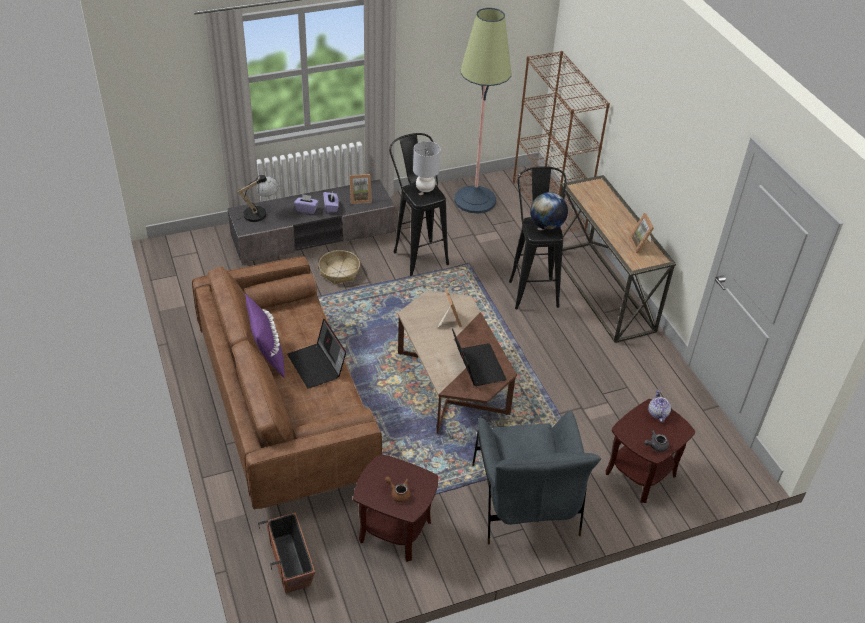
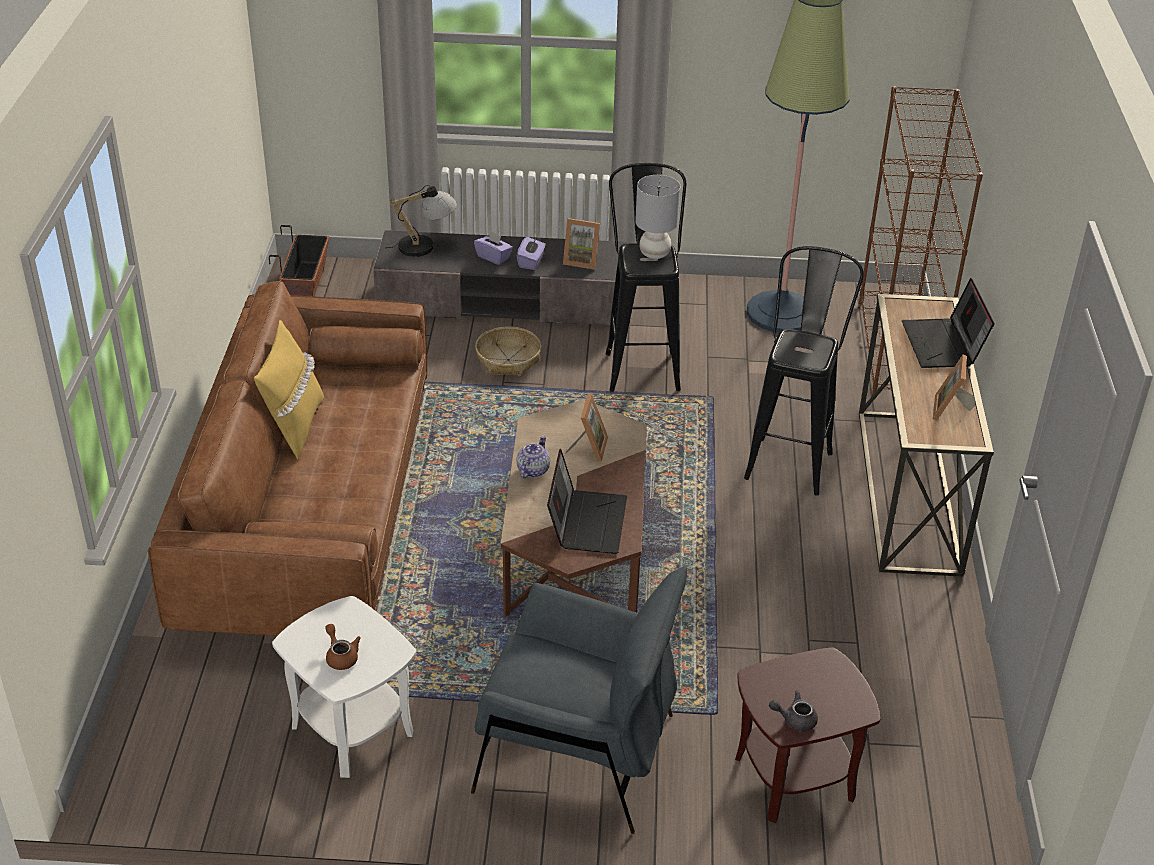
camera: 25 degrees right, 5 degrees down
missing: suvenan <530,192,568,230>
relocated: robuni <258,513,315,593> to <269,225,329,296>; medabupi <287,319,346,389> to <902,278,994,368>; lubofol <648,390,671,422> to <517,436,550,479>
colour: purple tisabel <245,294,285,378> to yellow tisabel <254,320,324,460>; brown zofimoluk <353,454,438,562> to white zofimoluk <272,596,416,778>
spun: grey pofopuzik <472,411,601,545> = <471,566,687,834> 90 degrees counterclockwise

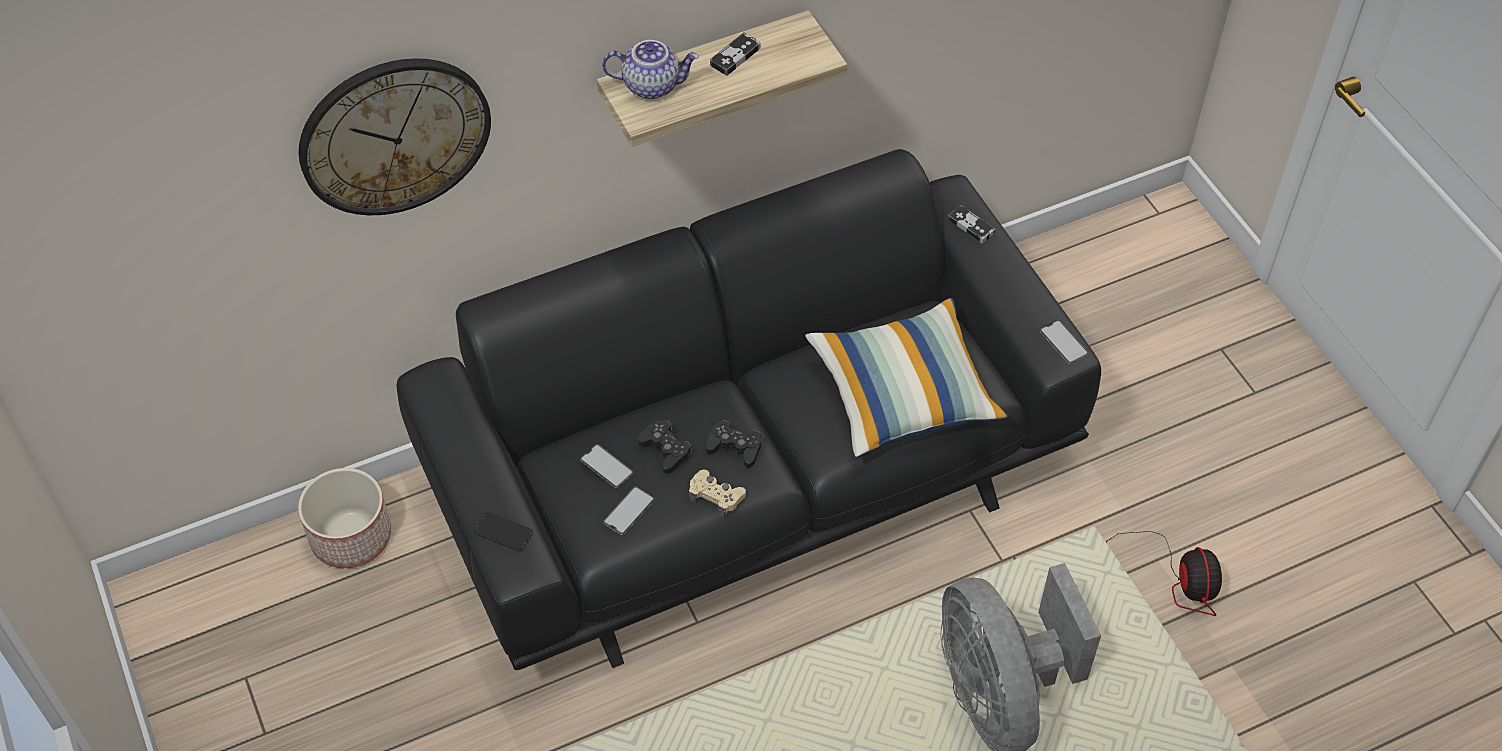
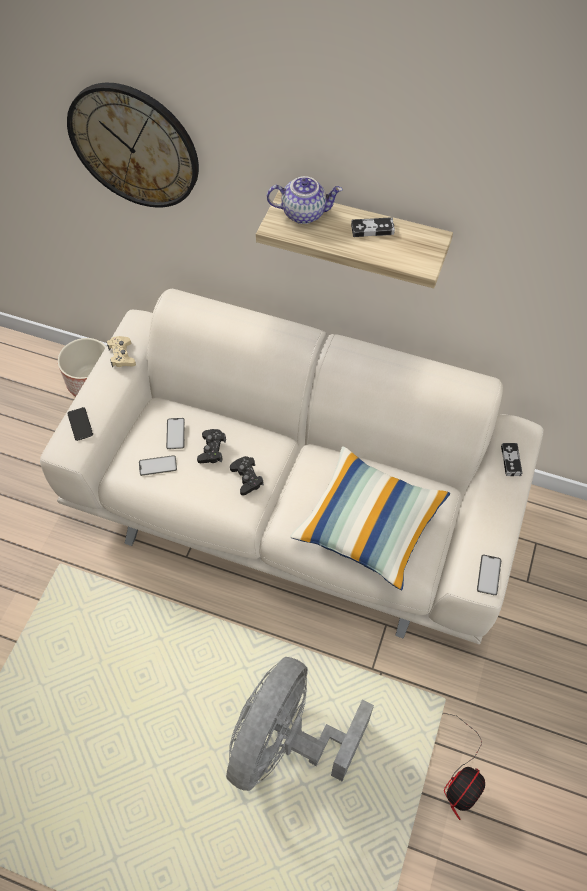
camera: 45 degrees right, 5 degrees up
relocated: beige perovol <689,470,746,517> to <107,336,136,368>
colour: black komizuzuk <397,149,1101,670> to beige komizuzuk <40,289,543,644>
spun: lubofol <602,40,699,99> = <267,176,343,224> 45 degrees counterclockwise

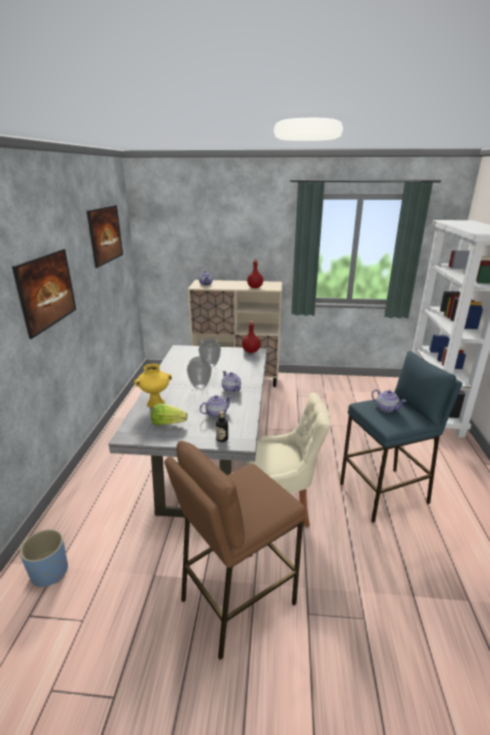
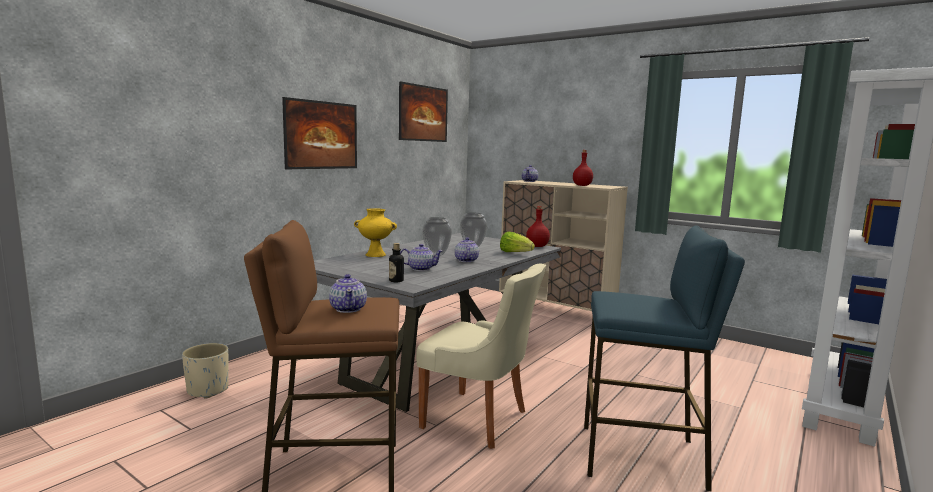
camera: 30 degrees right, 15 degrees down
relocated: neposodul <151,403,188,425> to <500,232,535,252>; lubofol <372,389,406,412> to <329,274,367,313>
colour: blue robuni <20,529,68,587> to beige robuni <182,343,229,399>

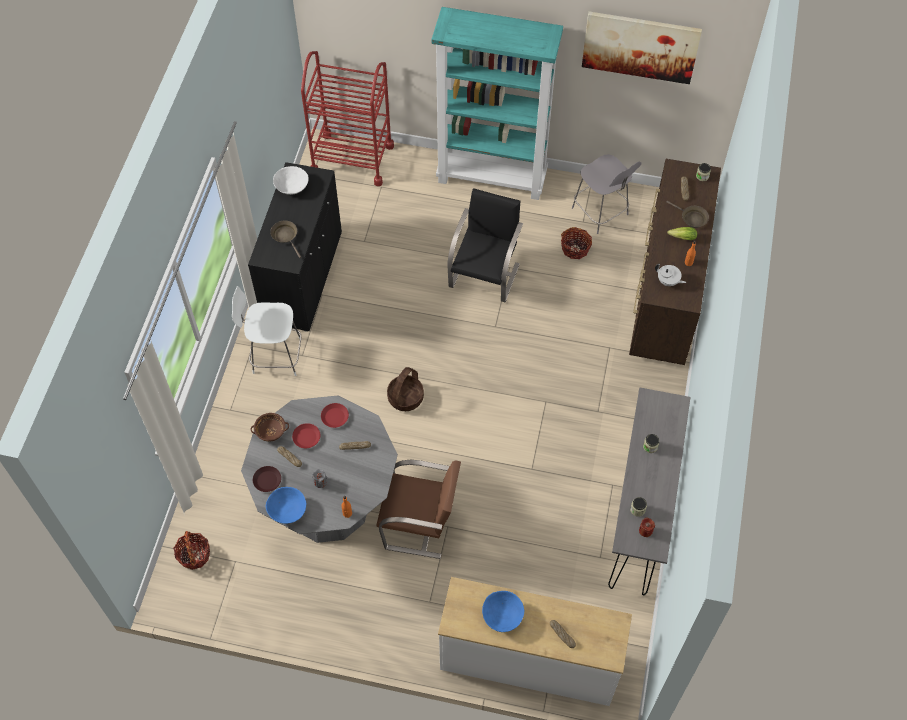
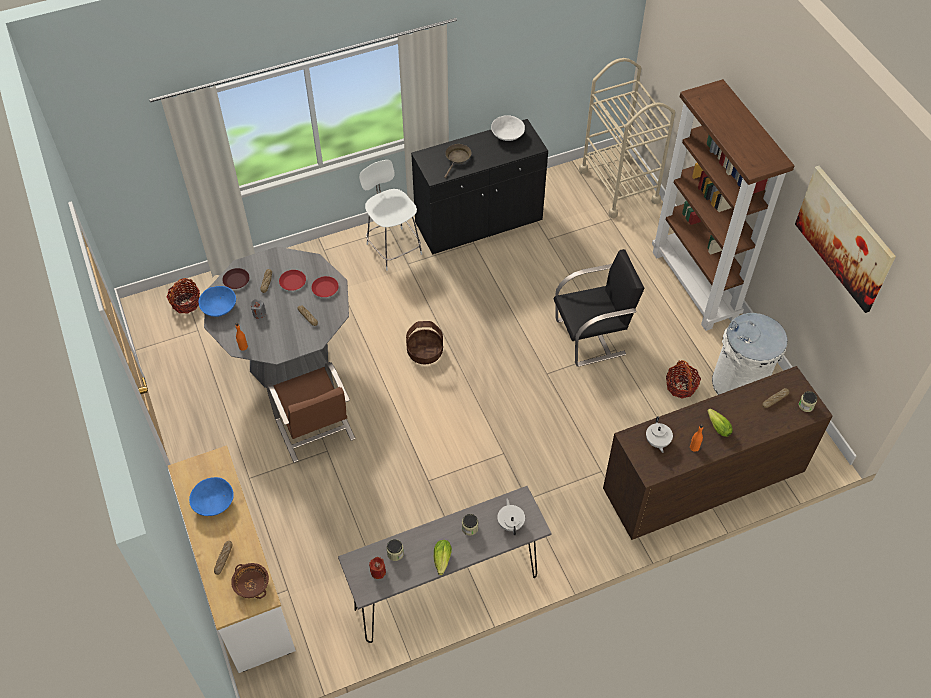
camera: 55 degrees right, 5 degrees down
missing: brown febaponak <667,201,709,228>
appeared: neposodul <434,540,452,575>; white lubofol <497,498,525,535>
relocated: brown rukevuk <250,413,289,442> to <231,563,269,599>
exchanged: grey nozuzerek <572,154,641,234> to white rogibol <712,313,788,395>
colour: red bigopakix <301,51,394,186> to beige bigopakix <579,58,675,218>; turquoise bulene <432,7,563,200> to brown bulene <652,79,794,331>

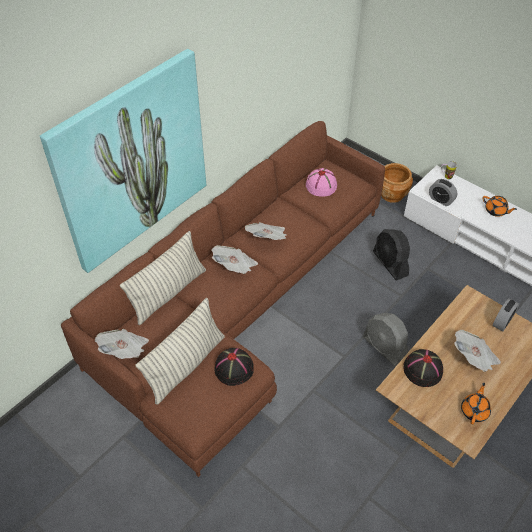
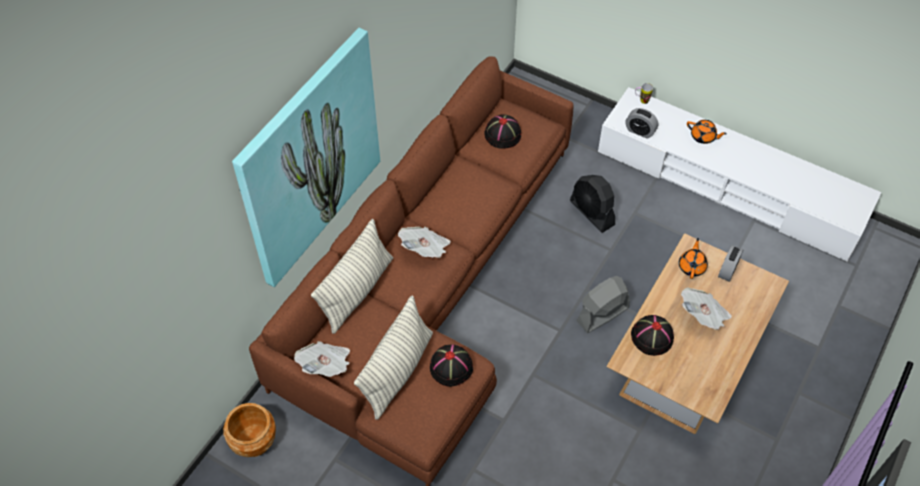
camera: 10 degrees left, 5 degrees up
missing: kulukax <245,222,287,240>
relocated: brown robuni <381,163,413,203> to <223,403,276,457>; orange lubofol <461,383,491,424> to <679,238,708,279>
colour: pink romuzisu <306,168,337,197> to black romuzisu <484,114,521,149>
spun: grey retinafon <363,313,409,367> = <576,276,630,333> 105 degrees clockwise

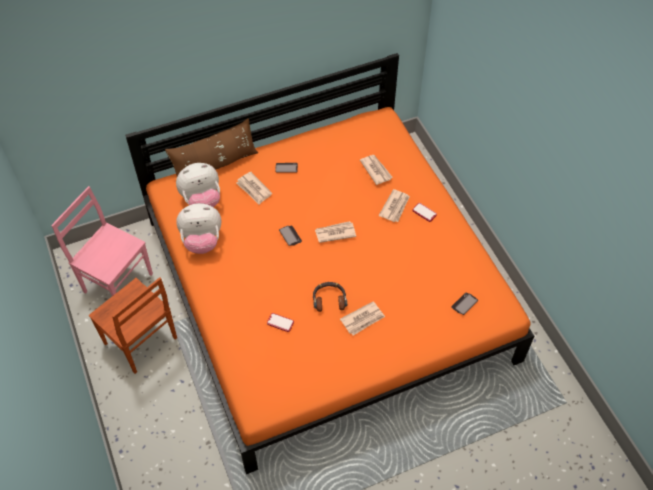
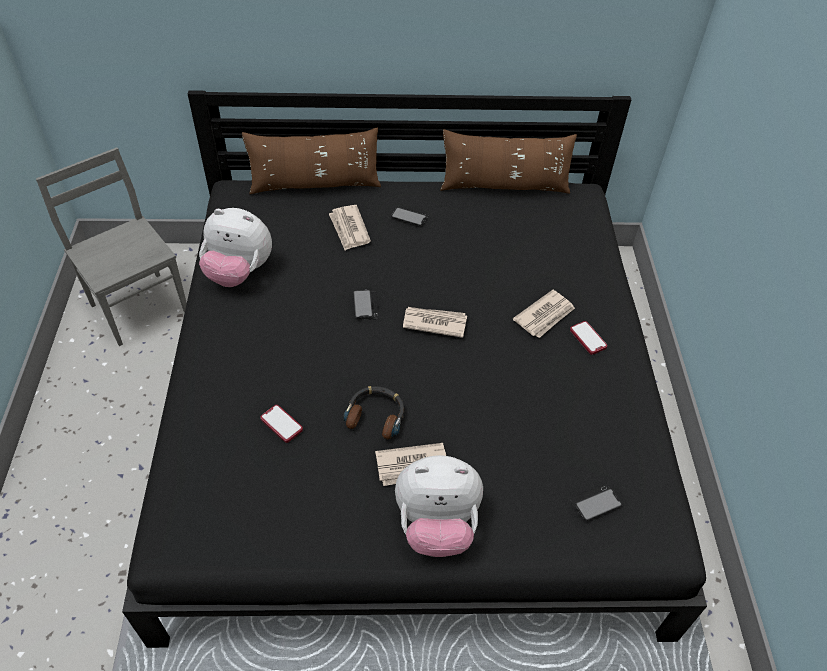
camera: 20 degrees right, 5 degrees down
missing: brown nozuzerek <88,277,177,374>; kulukax <360,155,393,185>
appeared: brown tisabel <440,129,577,194>
relocated: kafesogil <176,163,220,207> to <395,455,483,557>
colour: pink nozuzerek <51,186,153,296> to grey nozuzerek <36,147,187,346>; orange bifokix <125,53,534,474> to black bifokix <122,90,707,648>

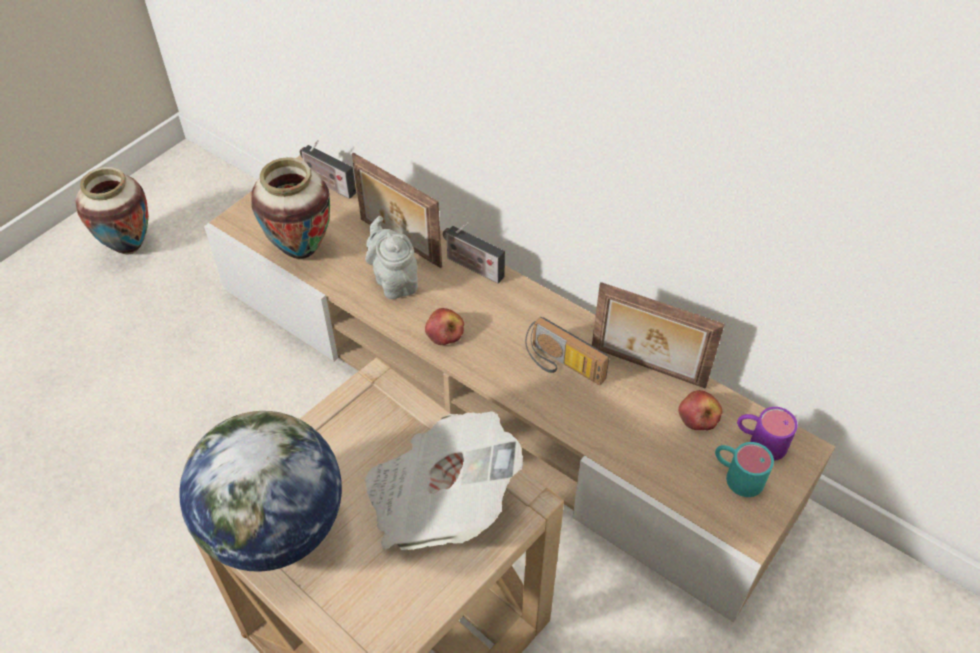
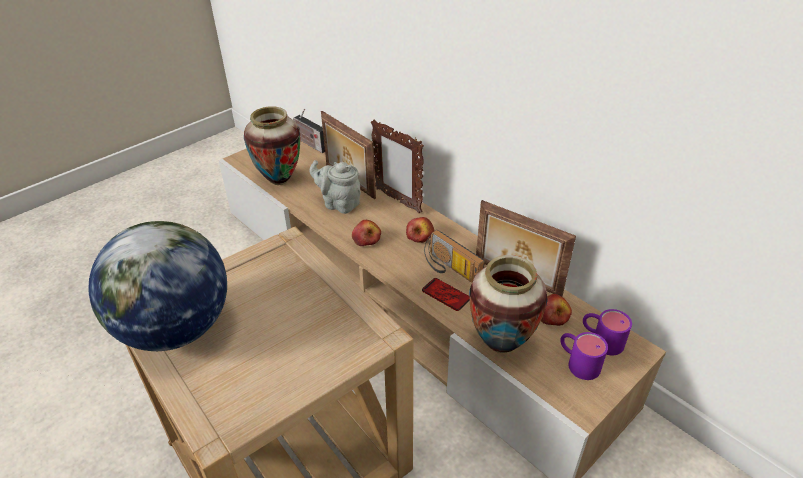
camera: 10 degrees right, 10 degrees down
missing: kulukax <365,411,523,550>
appeared: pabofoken <406,217,434,243>; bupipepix <422,278,470,311>
relocated: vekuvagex <75,167,149,255> to <469,255,548,353>
exchanged: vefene <443,222,505,283> to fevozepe <371,119,424,213>
colour: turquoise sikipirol <715,442,774,497> to purple sikipirol <560,332,608,380>
spun: grey lubofol <365,216,418,299> = <309,160,361,214> 45 degrees counterclockwise

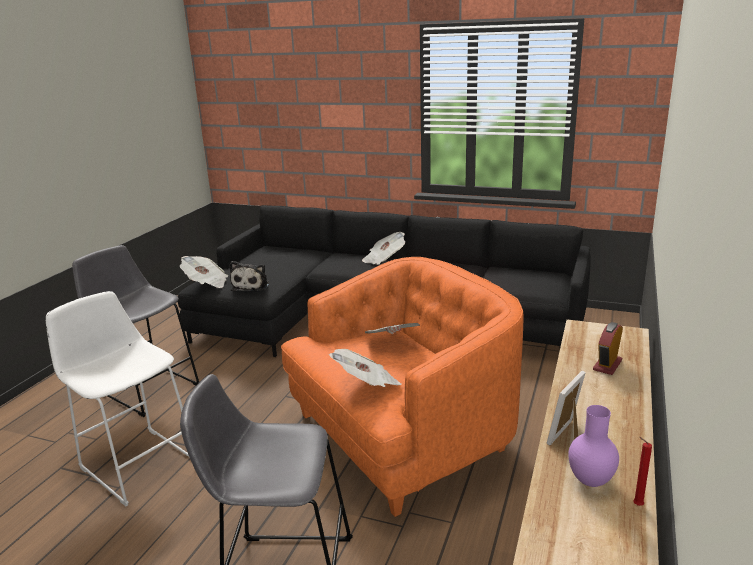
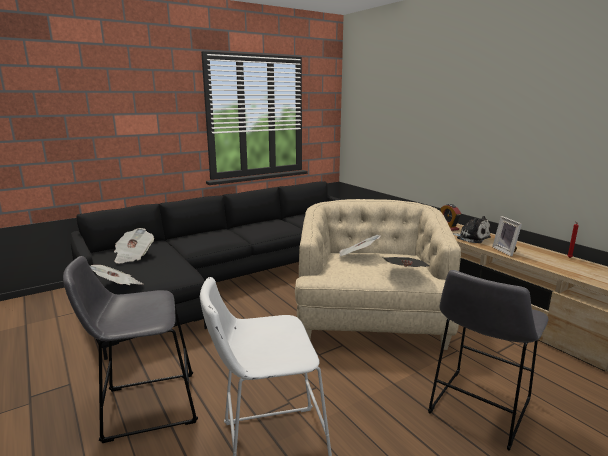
camera: 55 degrees left, 5 degrees down
missing: purple vekuvagex <568,405,619,487>
relocated: kafesogil <229,261,269,291> to <453,216,491,243>; kulukax <362,232,405,265> to <114,228,154,263>
colour: orange pofopuzik <281,257,524,517> to beige pofopuzik <295,199,461,350>

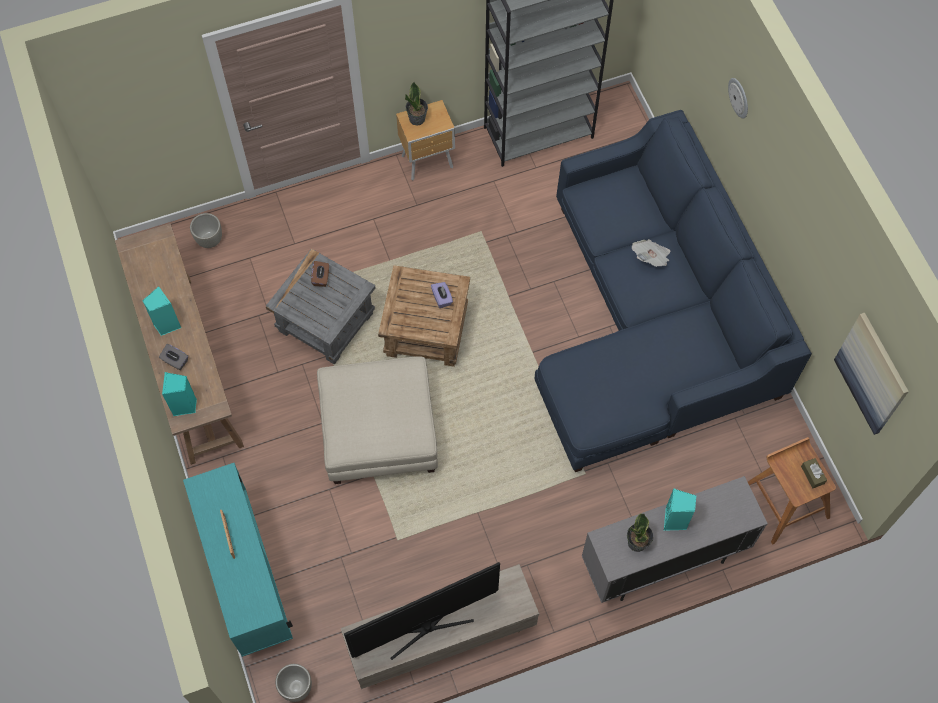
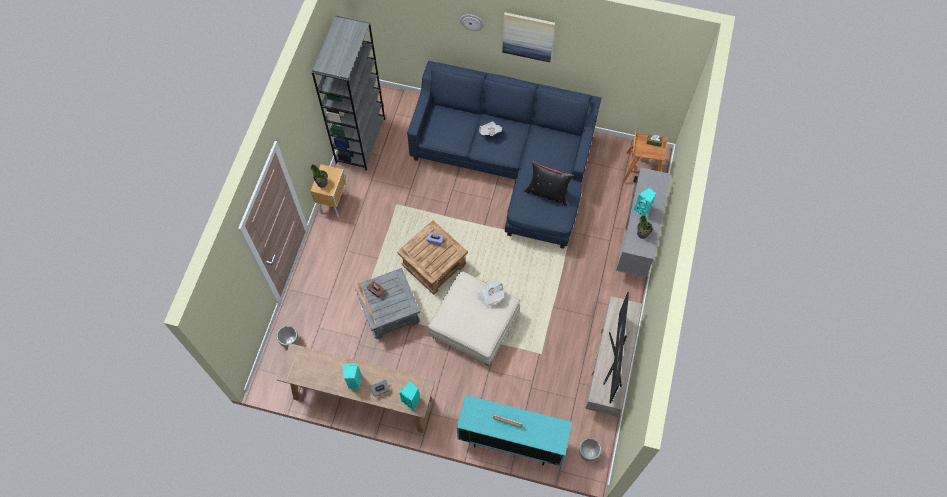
camera: 55 degrees left, 0 degrees up
appeared: kulukax <476,279,505,307>; black tisabel <524,161,574,206>
relocated: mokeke <834,313,909,435> to <502,12,555,62>

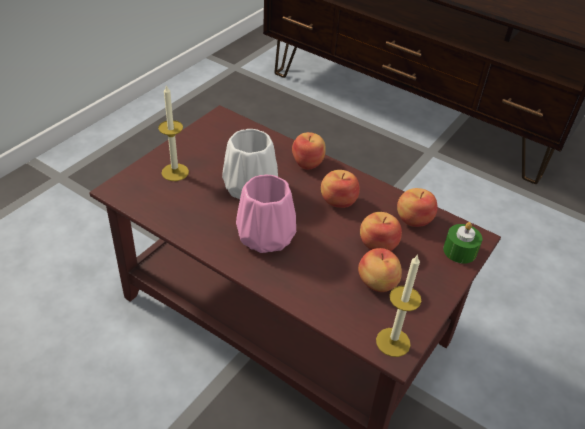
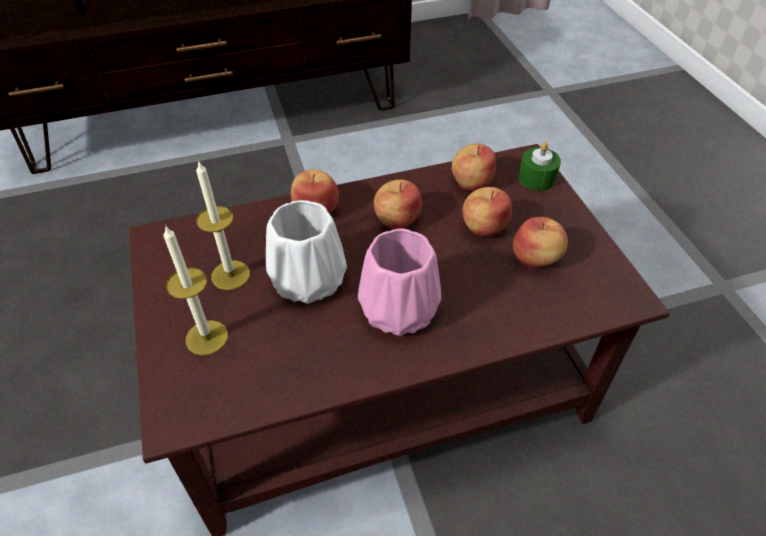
camera: 50 degrees left, 5 degrees up
relocated: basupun <376,254,421,357> to <196,160,250,290>

